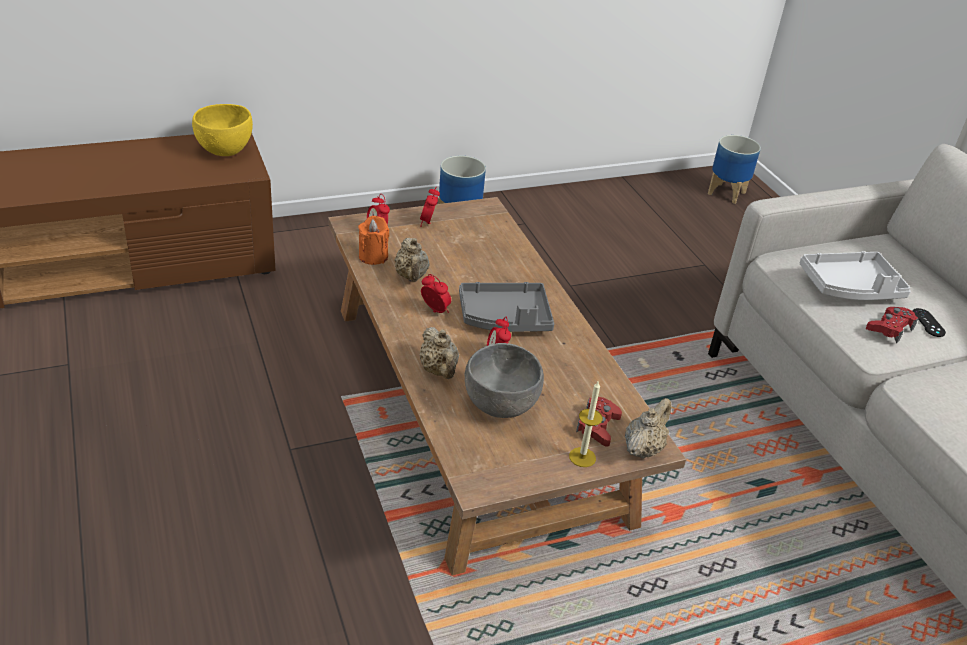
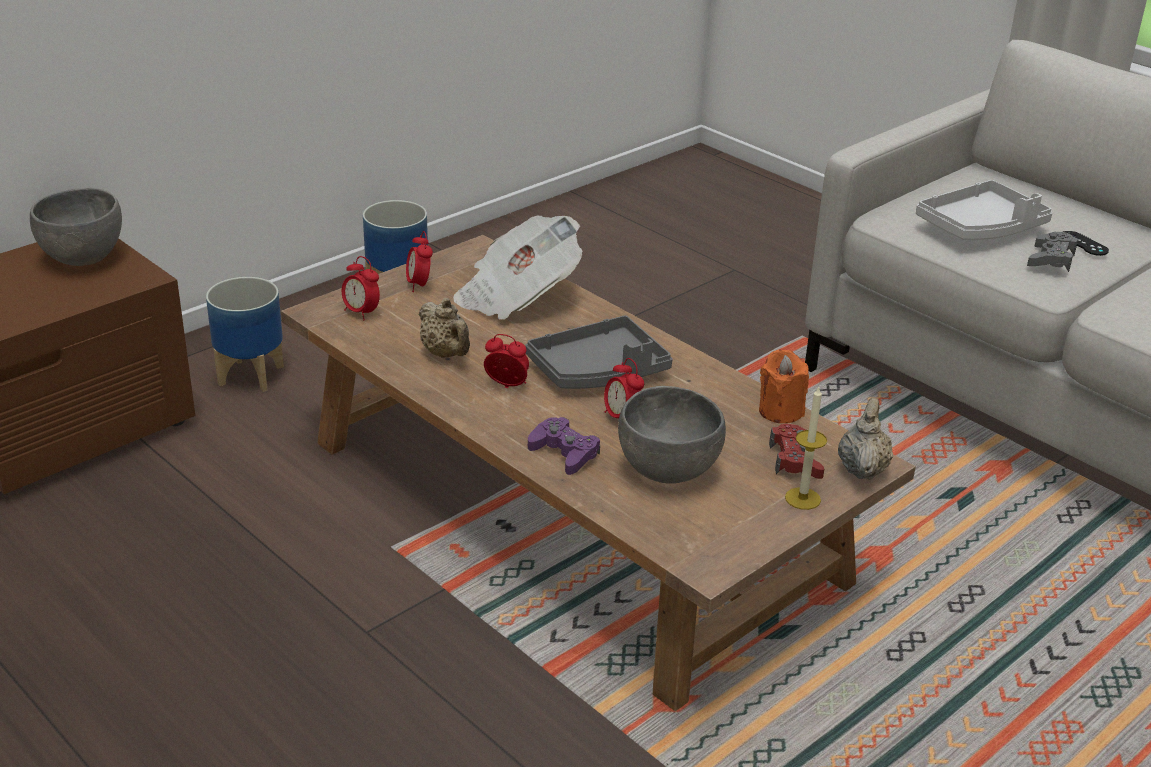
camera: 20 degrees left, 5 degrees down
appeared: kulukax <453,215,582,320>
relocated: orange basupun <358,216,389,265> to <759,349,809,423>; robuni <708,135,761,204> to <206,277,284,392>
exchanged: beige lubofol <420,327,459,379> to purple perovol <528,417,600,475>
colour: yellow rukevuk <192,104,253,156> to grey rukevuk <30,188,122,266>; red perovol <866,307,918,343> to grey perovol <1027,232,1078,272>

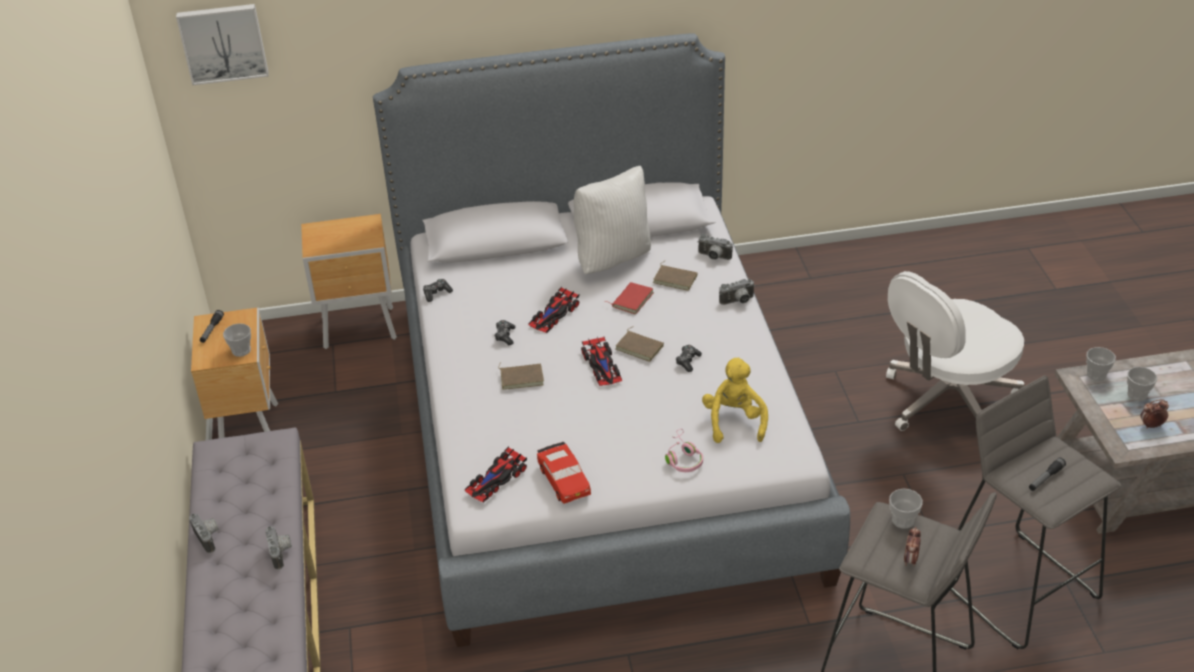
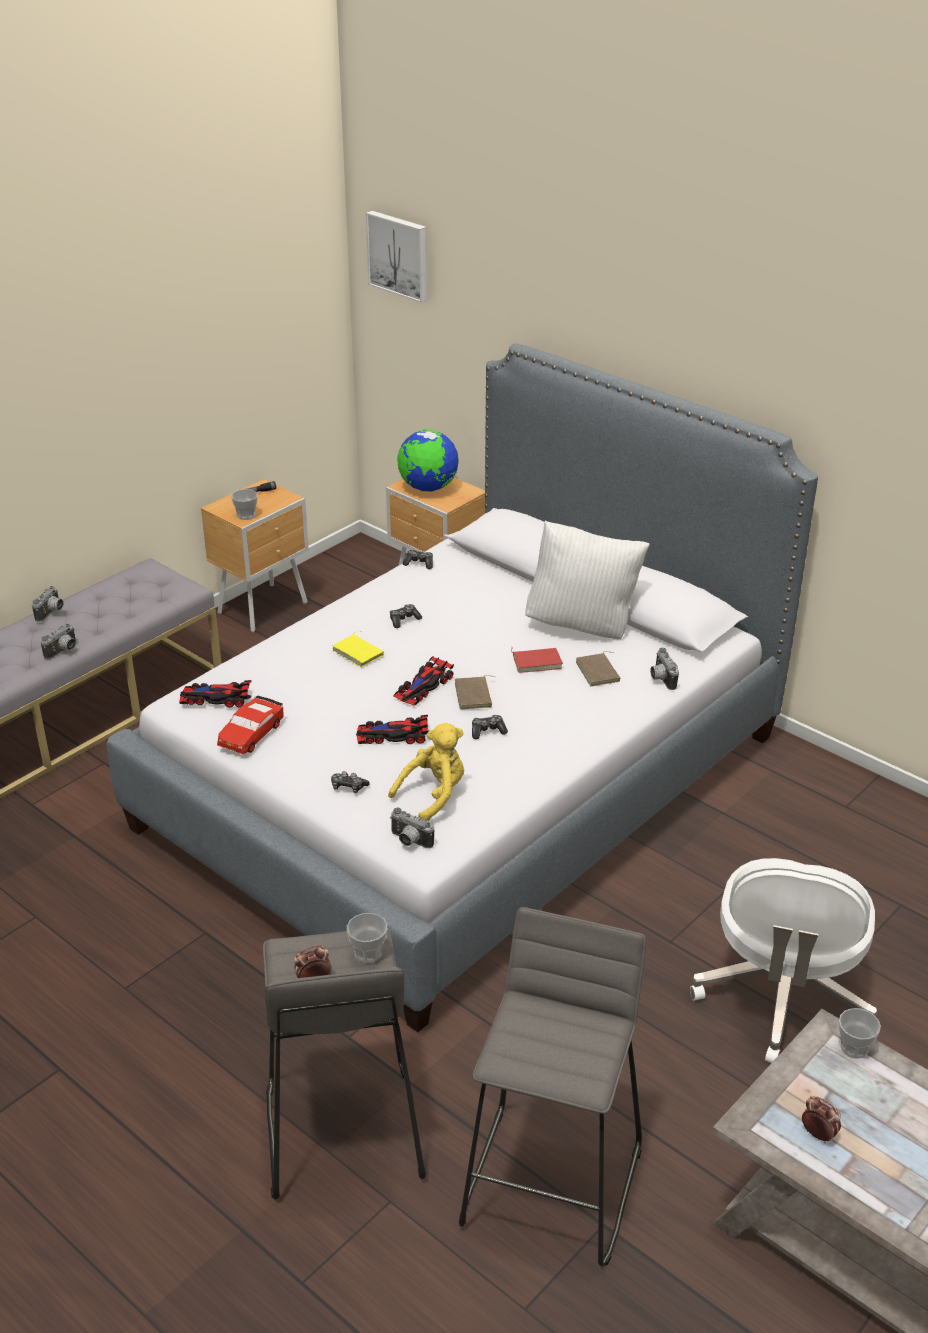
camera: 50 degrees right, 5 degrees down
missing: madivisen <1029,457,1066,491>; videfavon <1127,367,1157,401>
appeared: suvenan <397,430,459,491>
relocated: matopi <529,287,579,333> to <356,715,429,744>; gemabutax <719,279,755,305> to <390,807,435,848>
exchanged: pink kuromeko <665,429,703,472> to perovol <331,771,369,793>
colour: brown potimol <498,362,544,390> to yellow potimol <332,631,384,667>
spun: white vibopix <886,271,1025,431> = <690,858,877,1063> 90 degrees counterclockwise

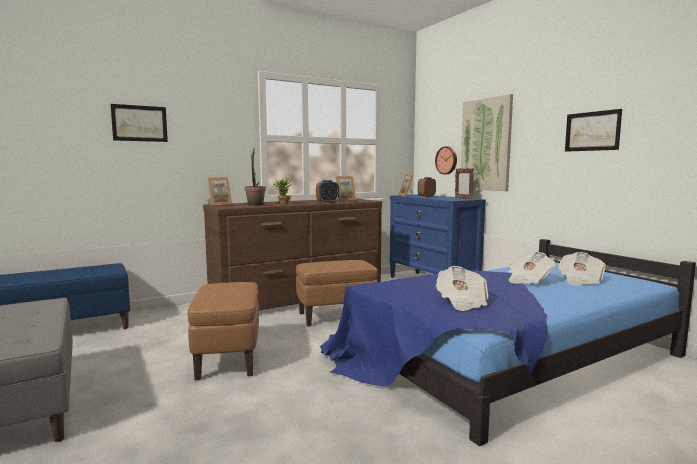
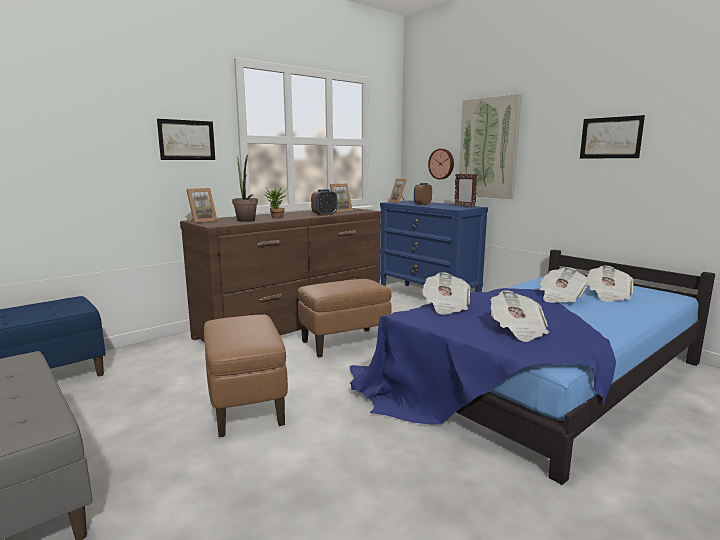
camera: 10 degrees left, 5 degrees up
appeared: kulukax <421,272,470,315>
relocated: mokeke <111,104,168,142> to <157,119,215,160>

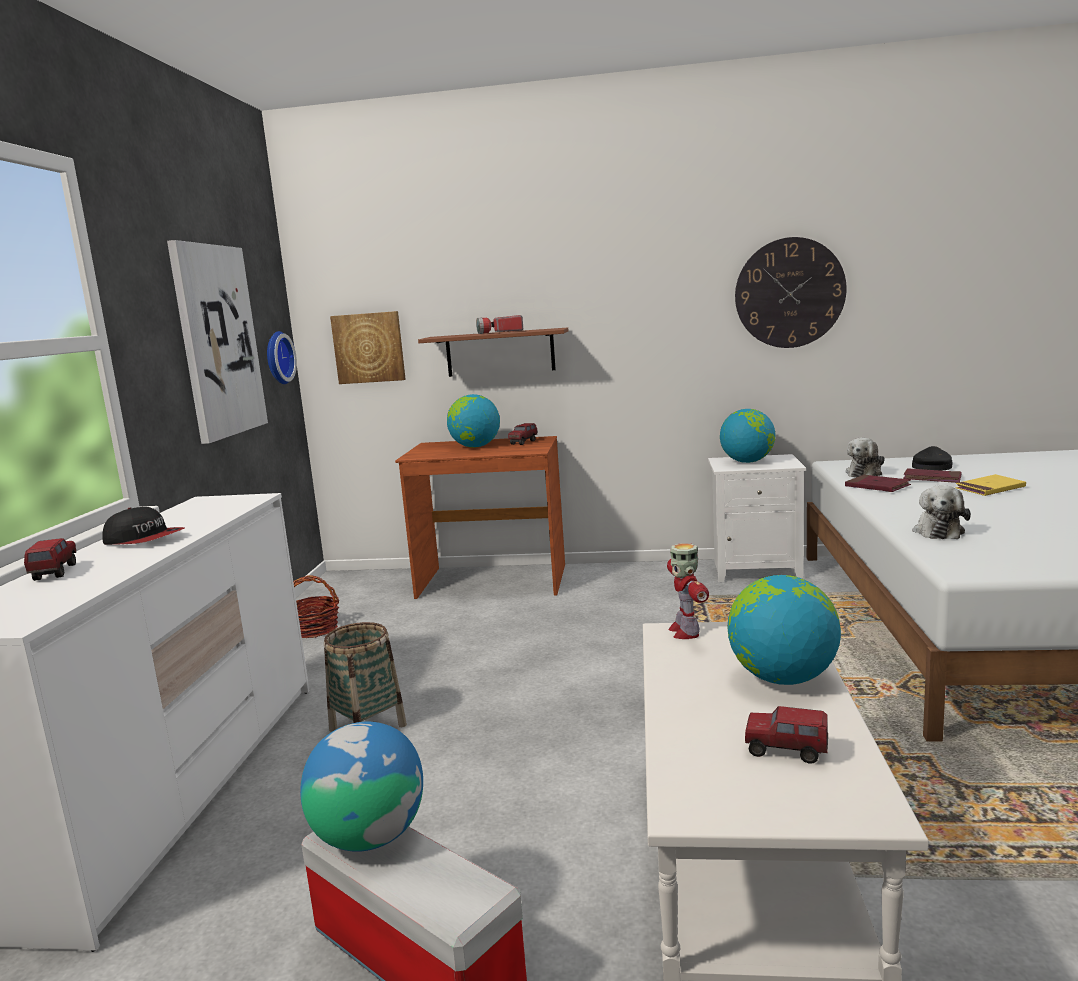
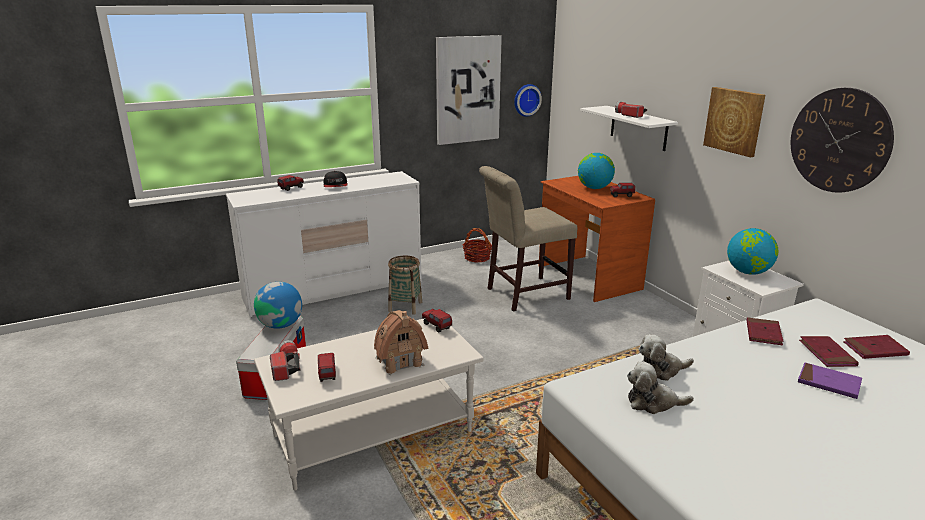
camera: 55 degrees right, 10 degrees up
appeared: madivisen <270,340,301,381>; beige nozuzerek <479,166,578,311>
relocated: mokeke <330,311,406,384> to <703,87,765,157>; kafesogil <845,438,885,477> to <627,361,694,414>
exchanged: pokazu <667,543,709,639> to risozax <422,309,452,333>; suvenan <728,575,841,685> to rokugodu <374,310,429,375>; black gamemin <912,446,952,471> to red potimol <843,335,910,359>
colour: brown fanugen <418,327,568,377> to white fanugen <580,106,678,151>; yellow potimol <956,474,1026,496> to purple potimol <798,363,862,399>

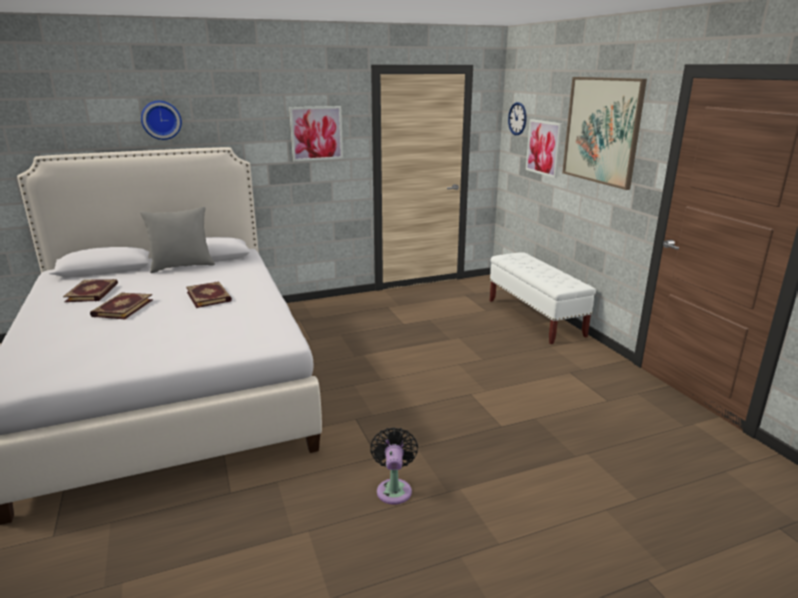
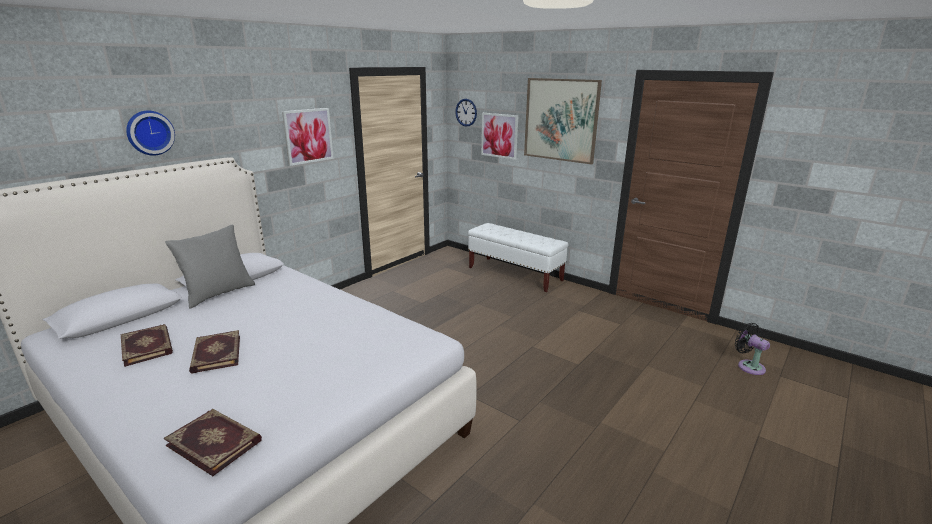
camera: 30 degrees left, 0 degrees up
relocated: potimol <186,282,232,308> to <164,409,262,476>; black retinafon <370,427,418,505> to <735,323,770,375>

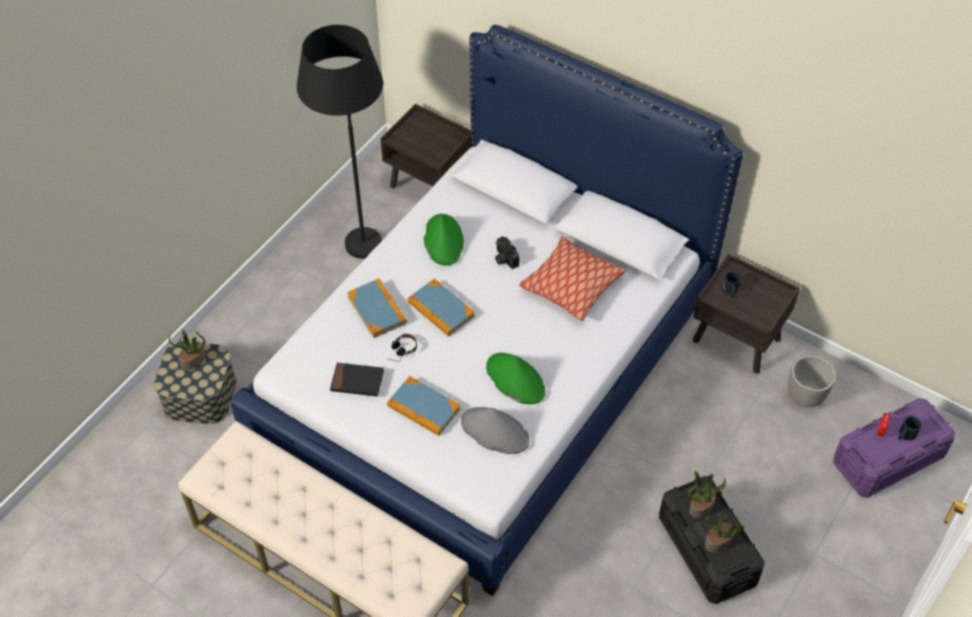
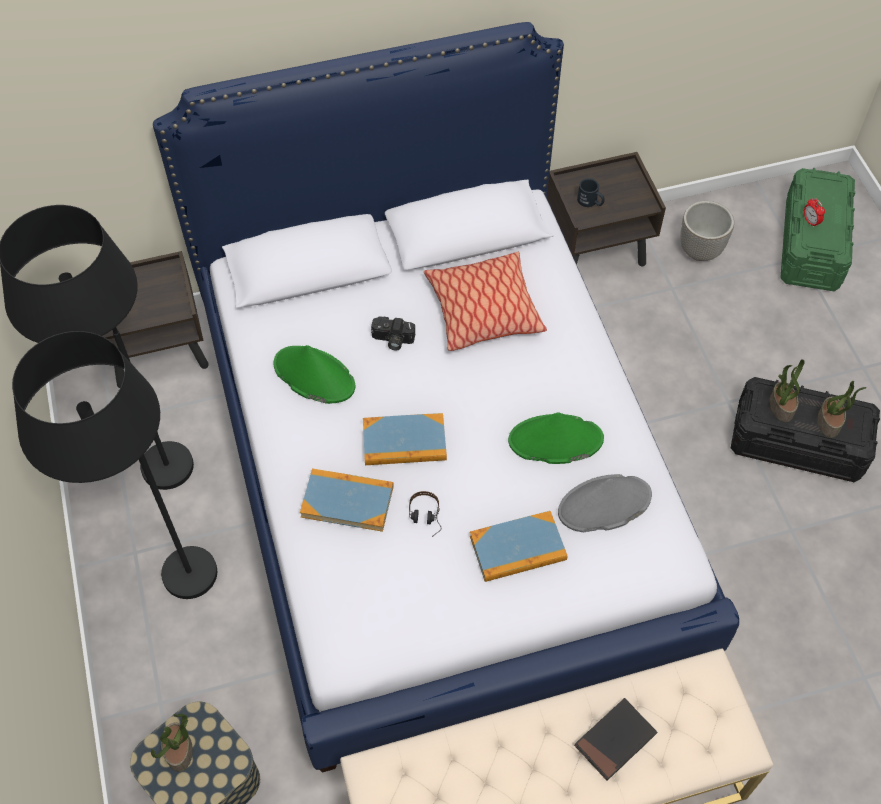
camera: 50 degrees left, 5 degrees up
missing: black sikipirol <898,416,922,440>
appeared: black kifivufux <12,331,217,599>
relocated: black potimol <330,363,384,396> to <574,698,657,781>
colour: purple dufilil <833,398,955,498> to green dufilil <780,168,855,291>

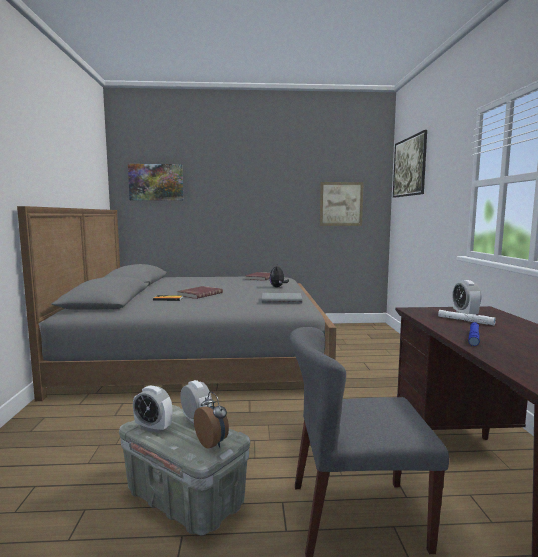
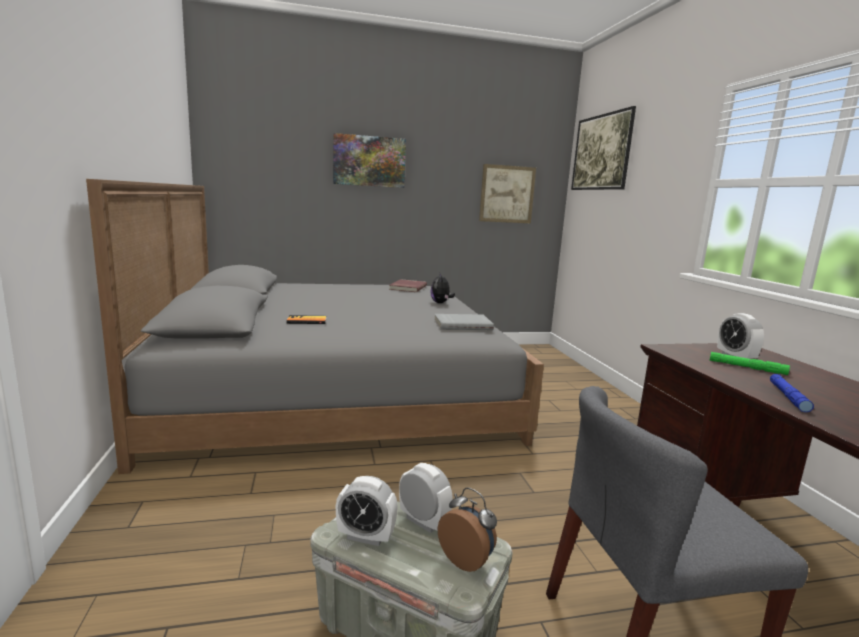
camera: 10 degrees left, 5 degrees up
missing: red potimol <177,286,223,299>
relocated: mokeke <128,164,184,201> to <333,133,406,188>
colour: white madivisen <438,310,496,325> to green madivisen <709,352,790,375>

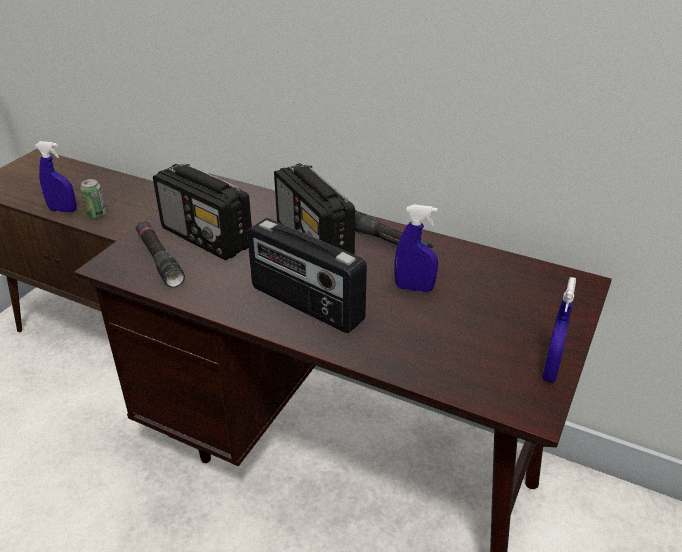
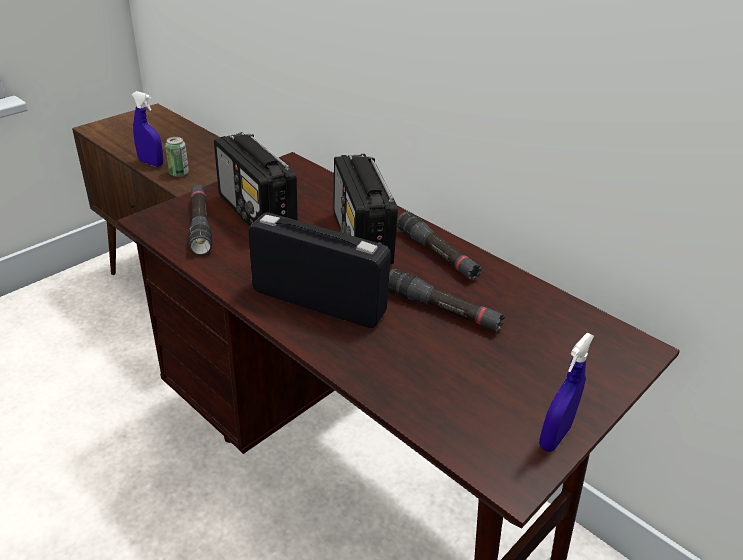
camera: 15 degrees right, 0 degrees up
exchanged: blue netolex <394,204,438,292> to black madivisen <388,269,505,332>
spun: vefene <247,218,367,333> = <248,213,391,328> 150 degrees clockwise

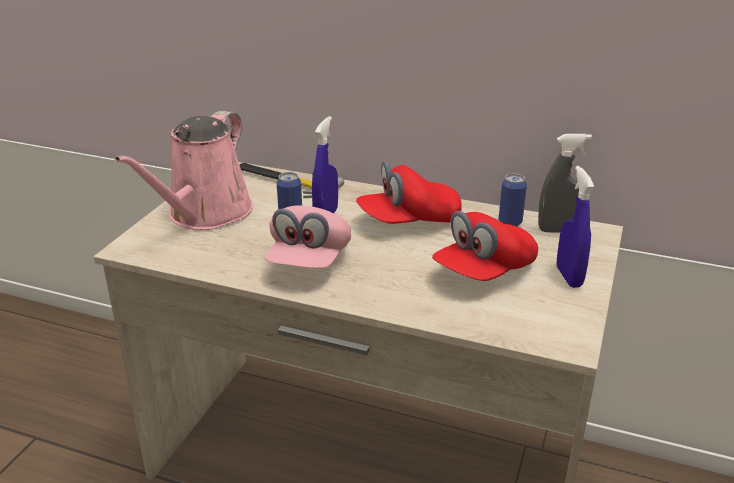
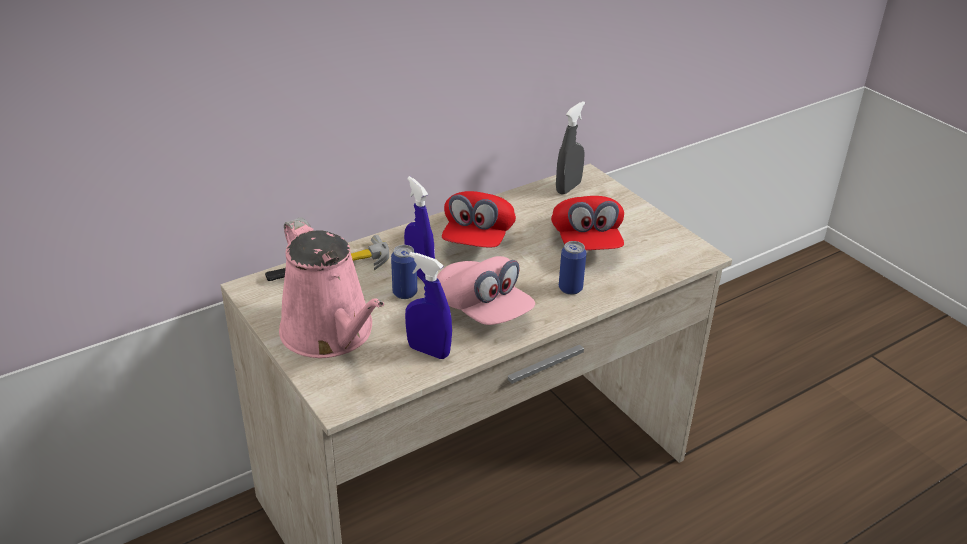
camera: 55 degrees left, 5 degrees up
relocated: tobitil <499,173,527,226> to <559,241,587,295>; blue netolex <557,166,594,288> to <405,252,452,359>

